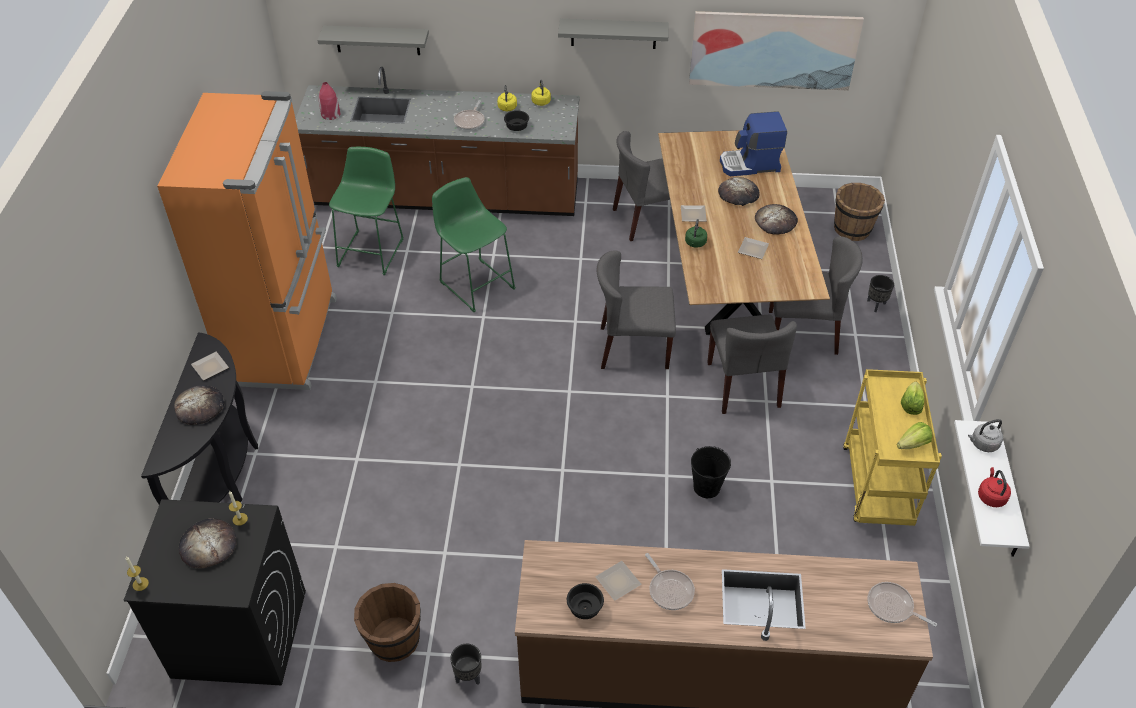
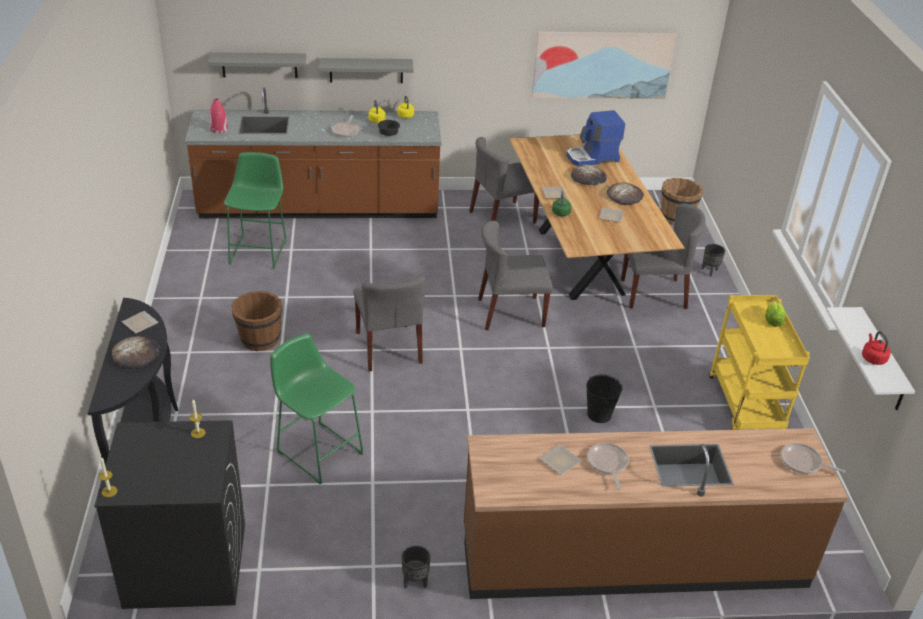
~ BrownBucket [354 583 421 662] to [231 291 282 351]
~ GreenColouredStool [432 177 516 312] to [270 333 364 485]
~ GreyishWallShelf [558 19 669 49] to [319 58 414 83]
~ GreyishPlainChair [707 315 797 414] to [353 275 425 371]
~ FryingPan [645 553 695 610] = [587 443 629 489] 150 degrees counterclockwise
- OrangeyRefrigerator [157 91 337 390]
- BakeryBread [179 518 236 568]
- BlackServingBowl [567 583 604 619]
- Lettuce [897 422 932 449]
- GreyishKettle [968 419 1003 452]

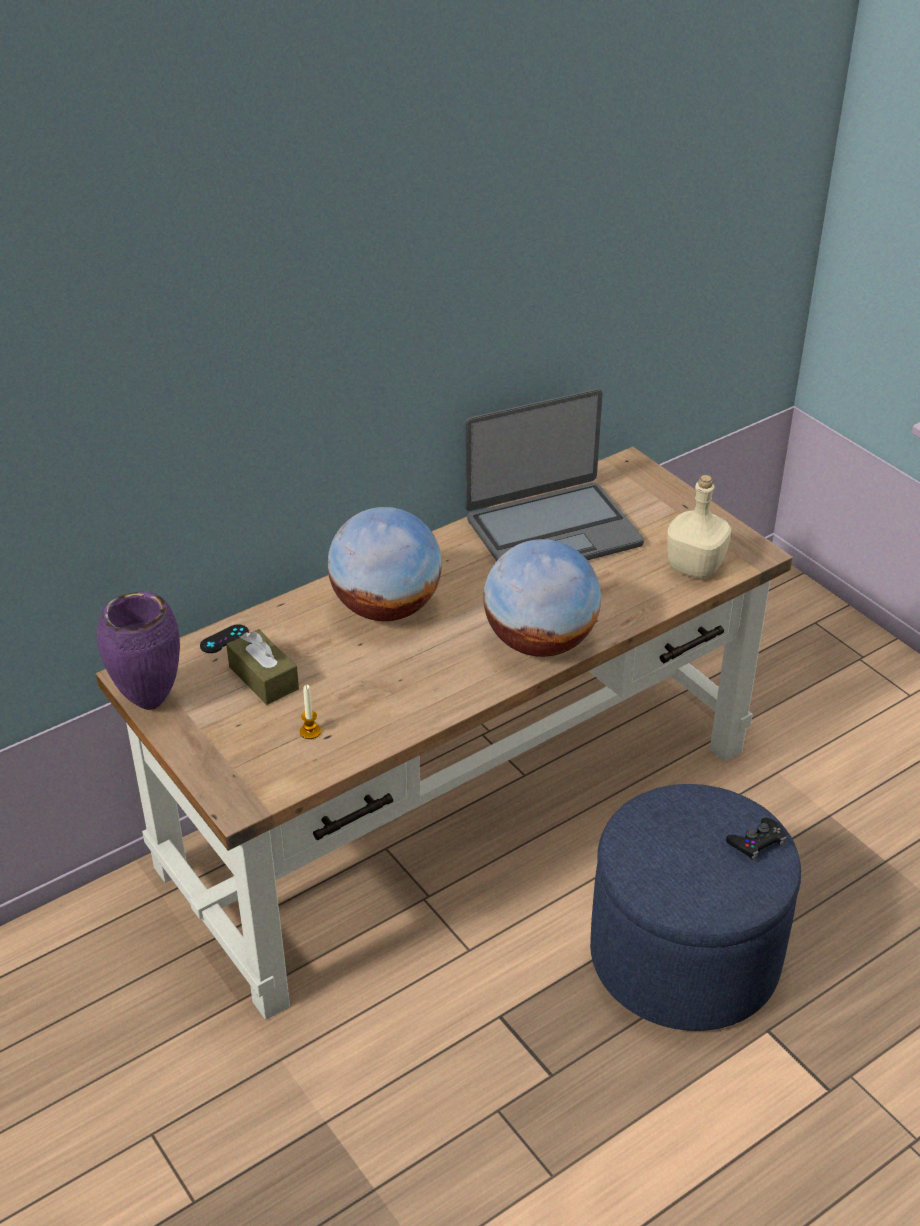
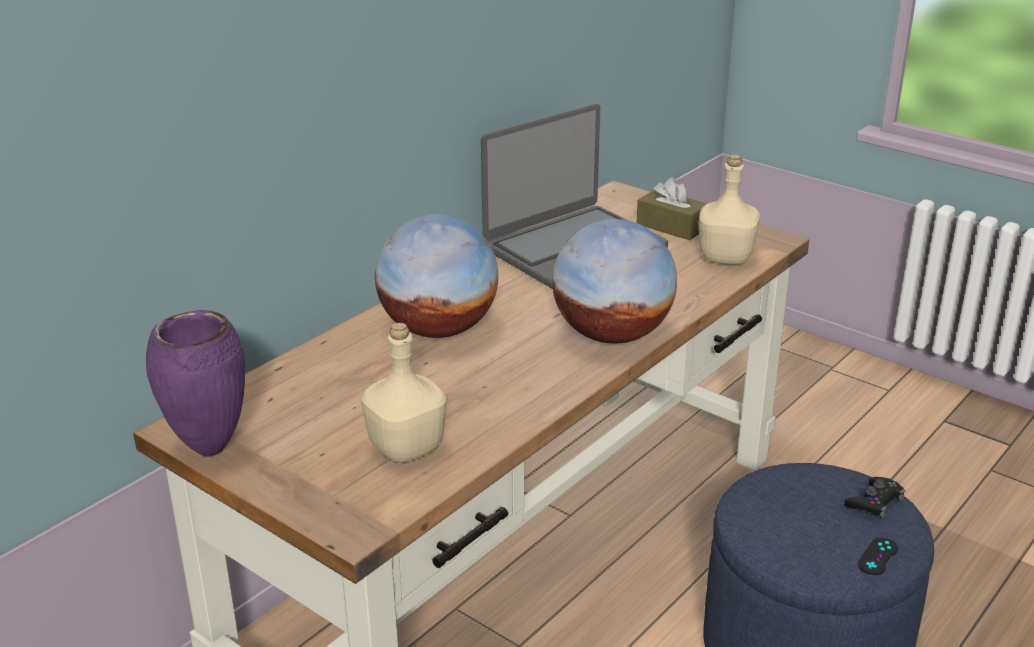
~ WaxCandle [300 685 321 739] to BeigeBottle [361 323 446 462]
~ BrownBoxOfTissues [226 629 299 705] to [637 177 707 240]
~ BlackGameController [200 624 249 653] to [858 538 898 575]

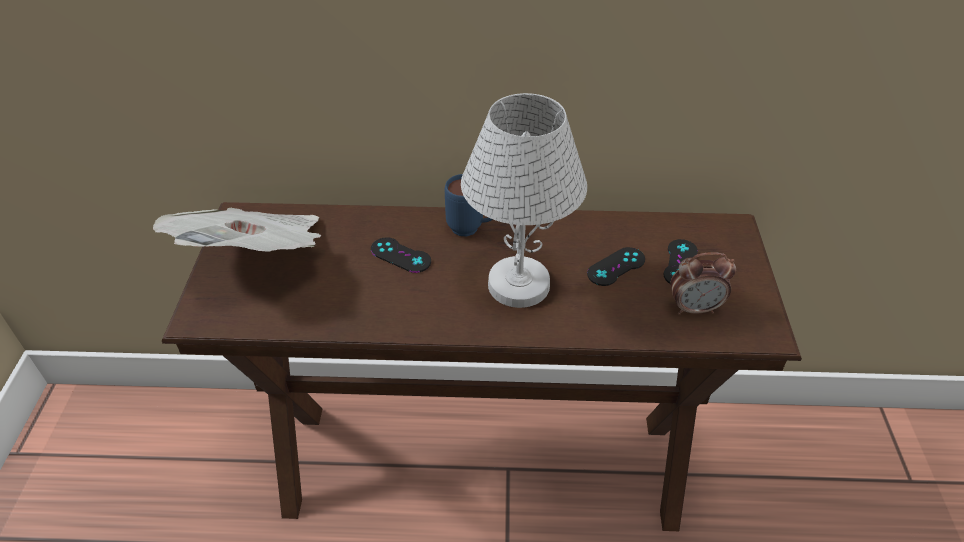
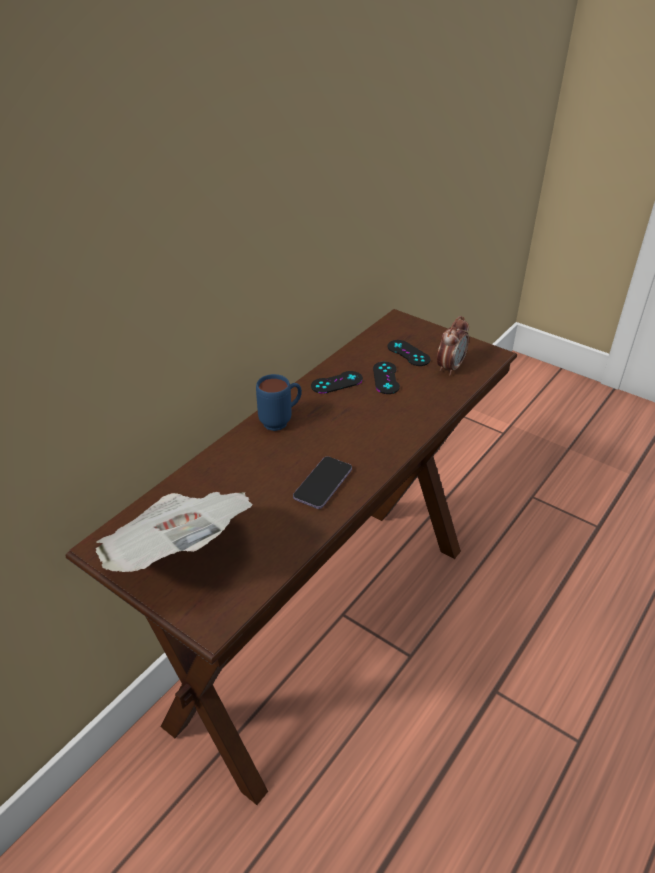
+ Phone [293 457 352 509]
~ BlackGameController [371 237 431 273] to [311 371 363 394]
- WhitishLampForATable [461 93 587 308]

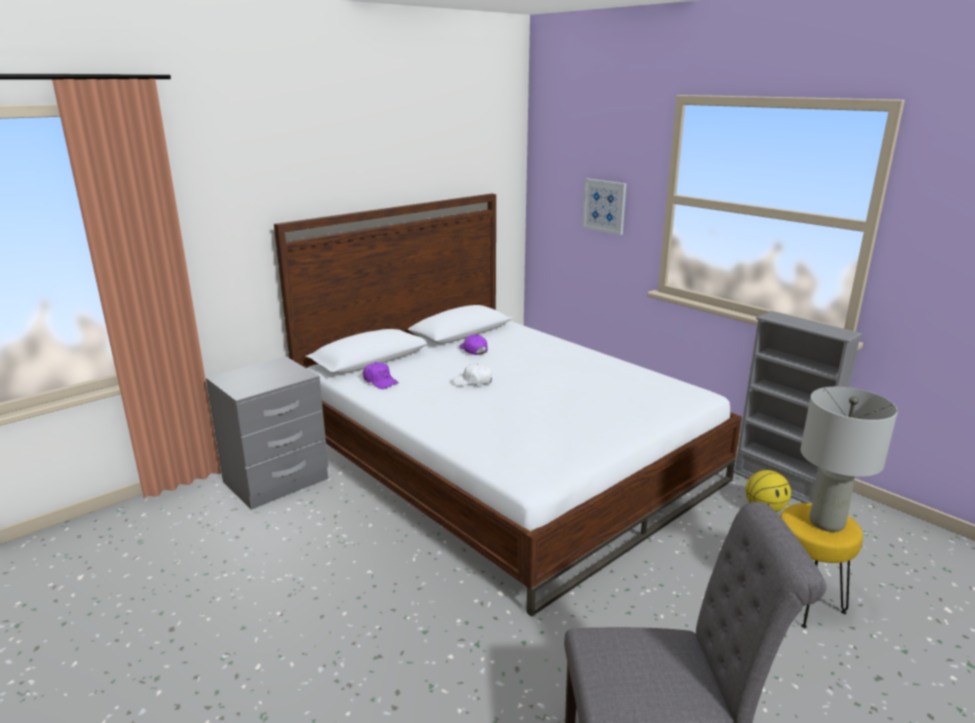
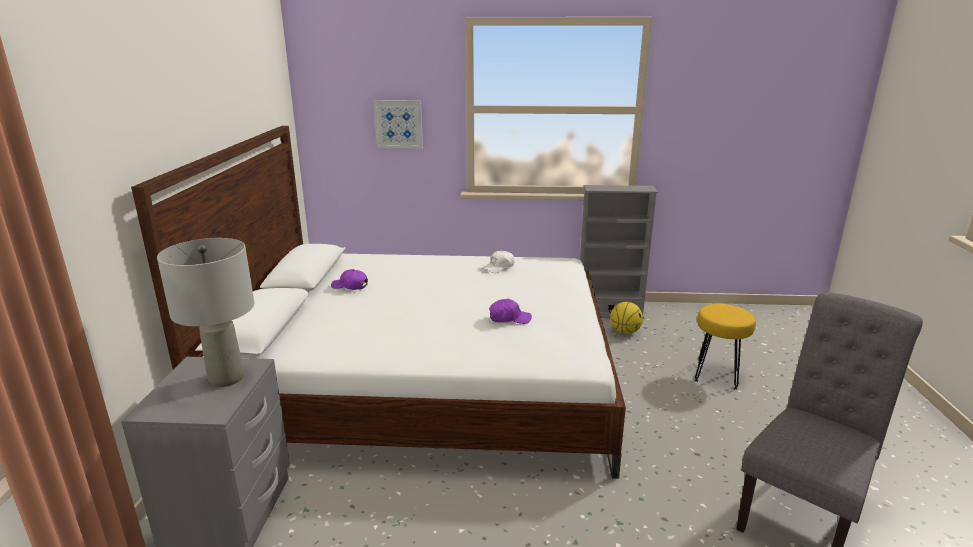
~ GreyishLampForATable [801 387 898 532] to [157 238 254 387]
~ WhitishCap [453 363 492 386] to [482 250 515 273]
~ PurpleColouredCap [363 362 399 389] to [489 299 532 324]

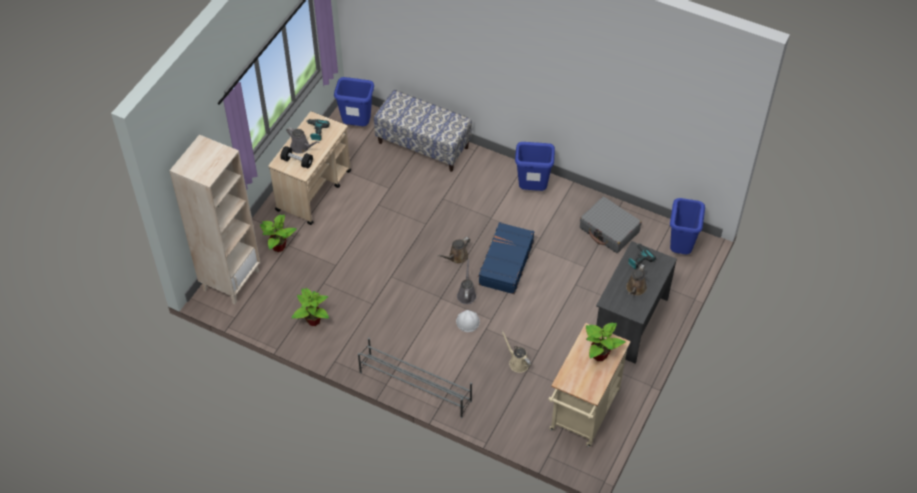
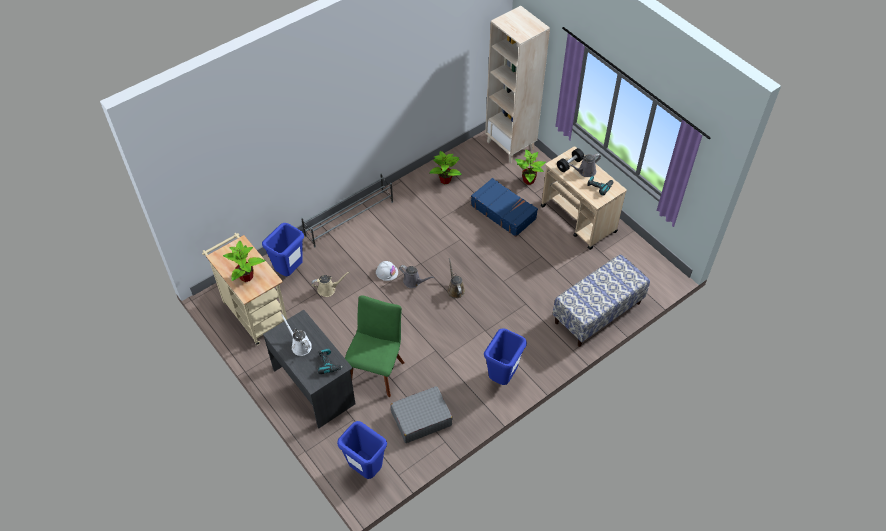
~ BluishRubbishBin [334 77 374 126] to [262 223 304 276]
~ BrownWateringPot [626 264 647 296] to WhitishWateringPot [281 314 312 356]
+ GreenColouredPlainChair [345 295 404 397]
~ BluishSuitcase [478 222 534 294] to [471 178 538 237]

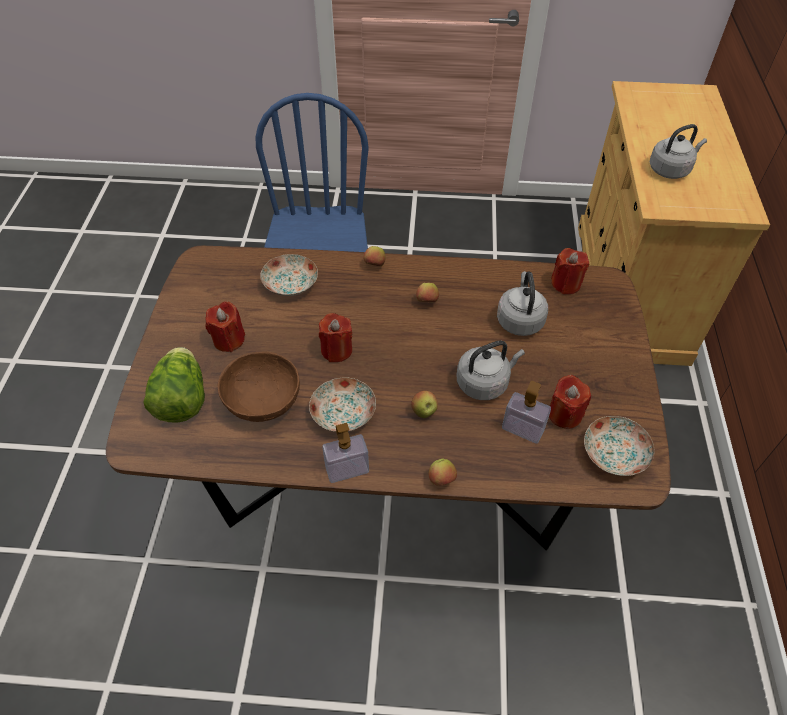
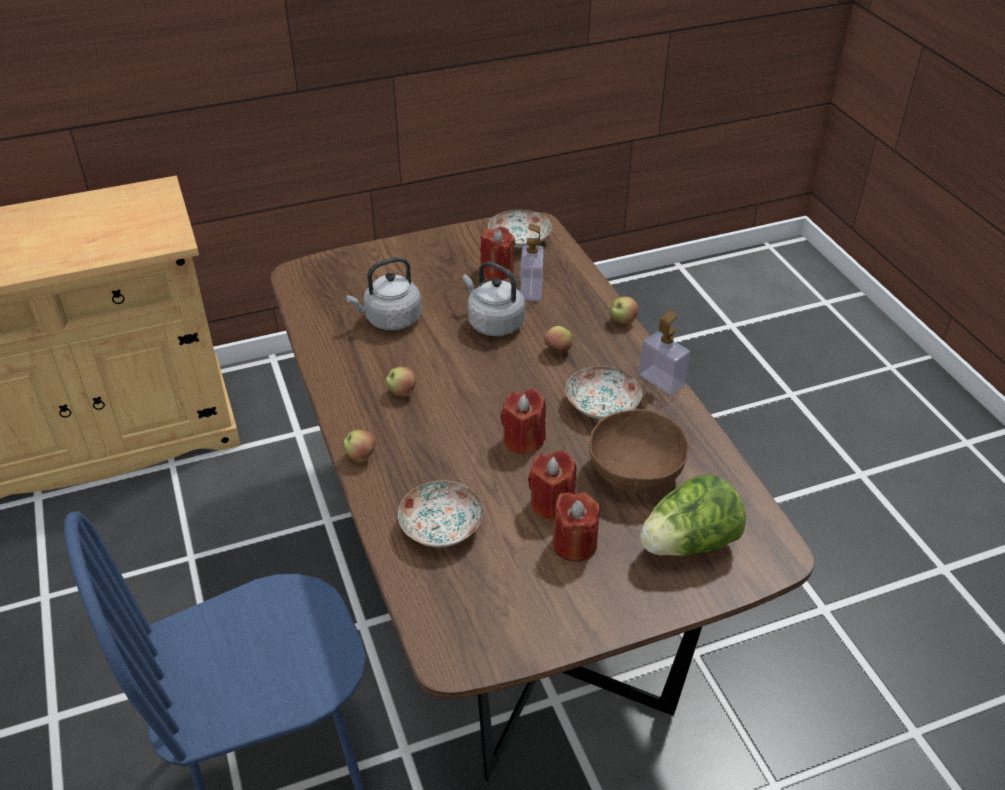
~ RedColouredWaxCandle [551 248 589 294] to [528 451 576 521]
- GreyishKettle [650 124 707 179]

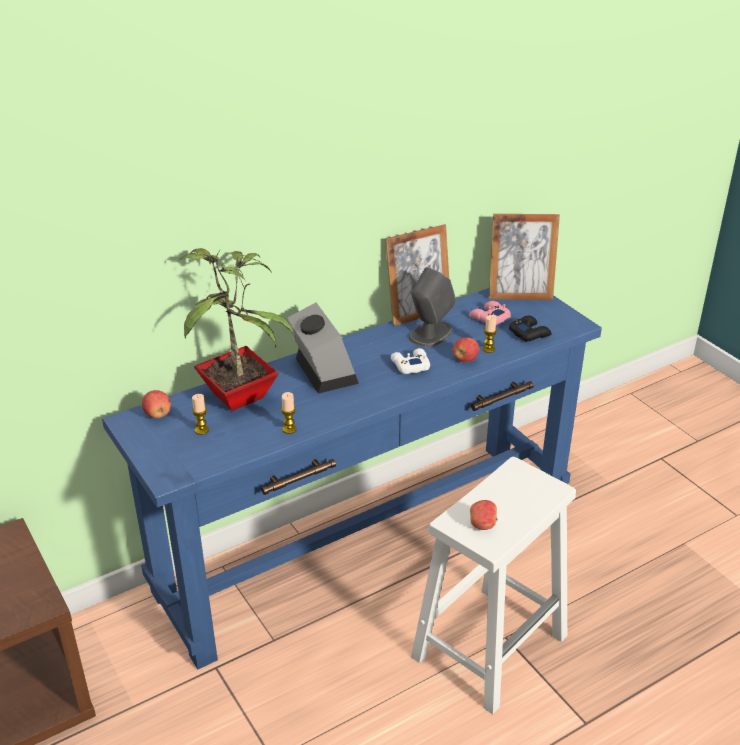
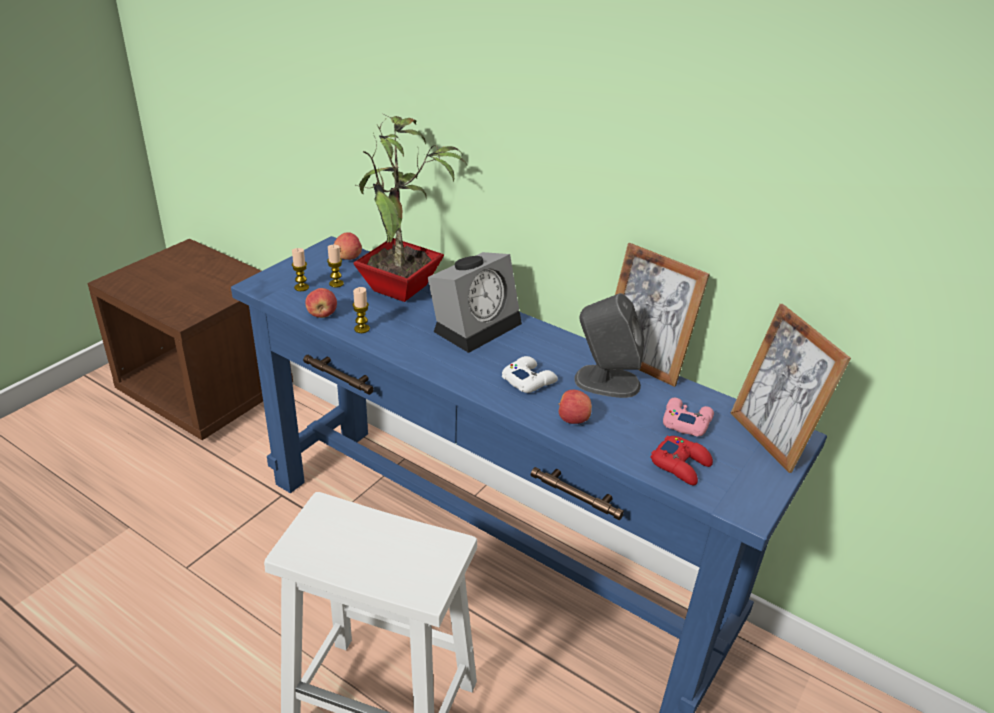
~ WaxCandle [482 315 497 353] to [292 248 309 291]
~ AppleFruit [470 500 498 530] to [305 288 337 318]
~ BlackGameController [509 316 552 341] to RedColouredGameController [650 435 713 485]

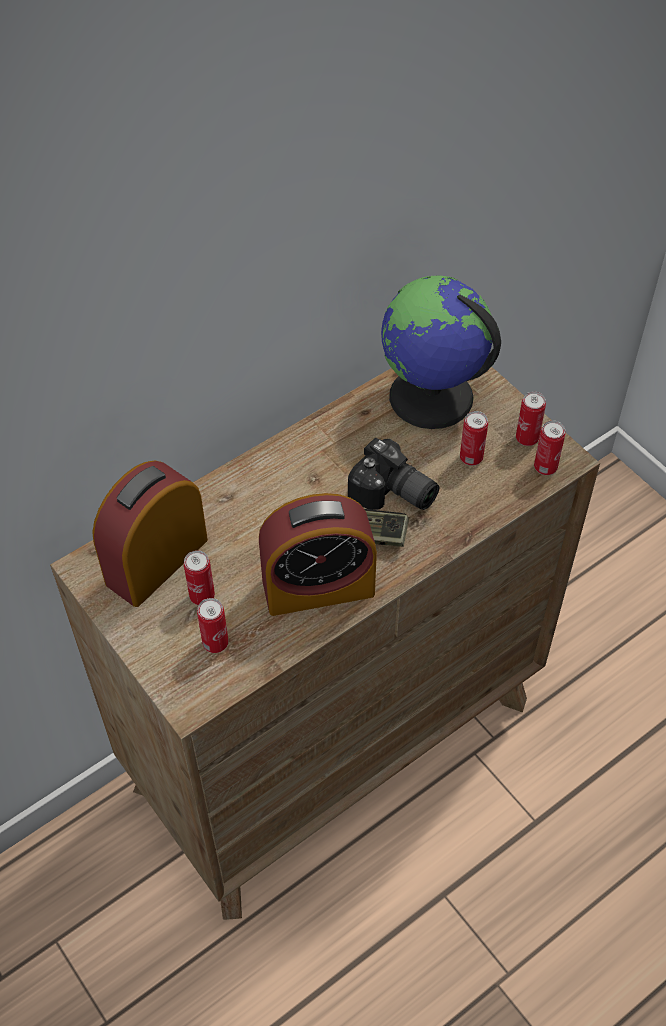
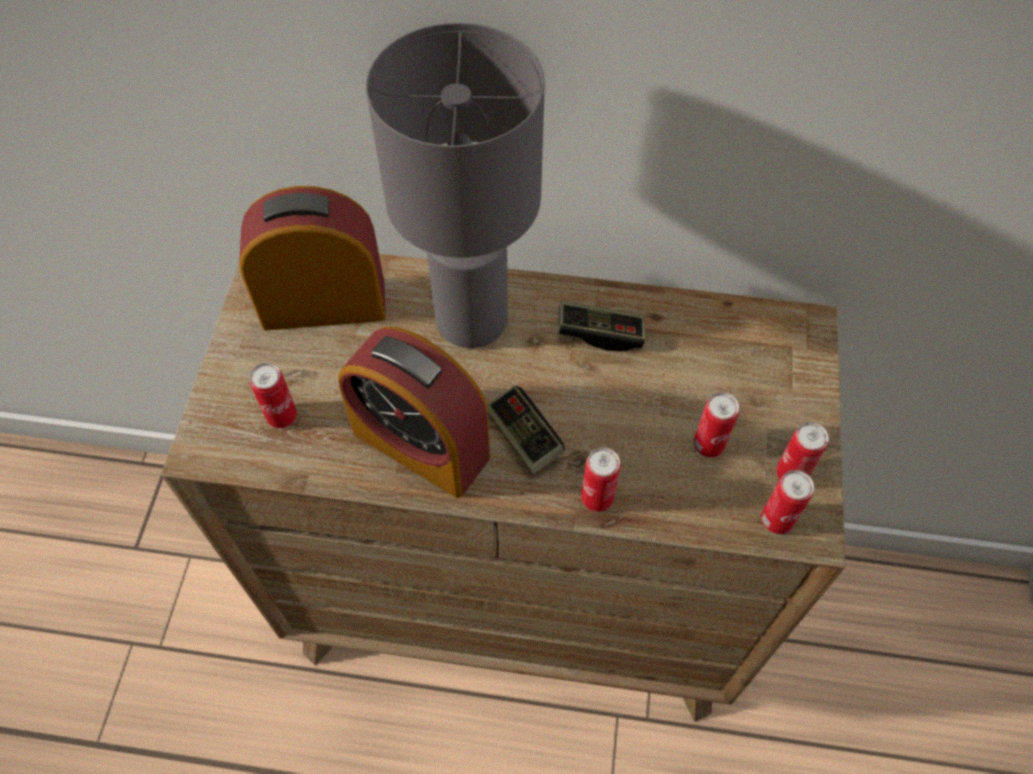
+ GreyishLampForATable [366 23 545 348]
+ GameController [558 301 645 352]
~ MetalCan [184 550 215 605] to [581 447 621 512]
- PhotoCamera [348 437 439 510]
- DeskGlobe [381 275 501 429]

